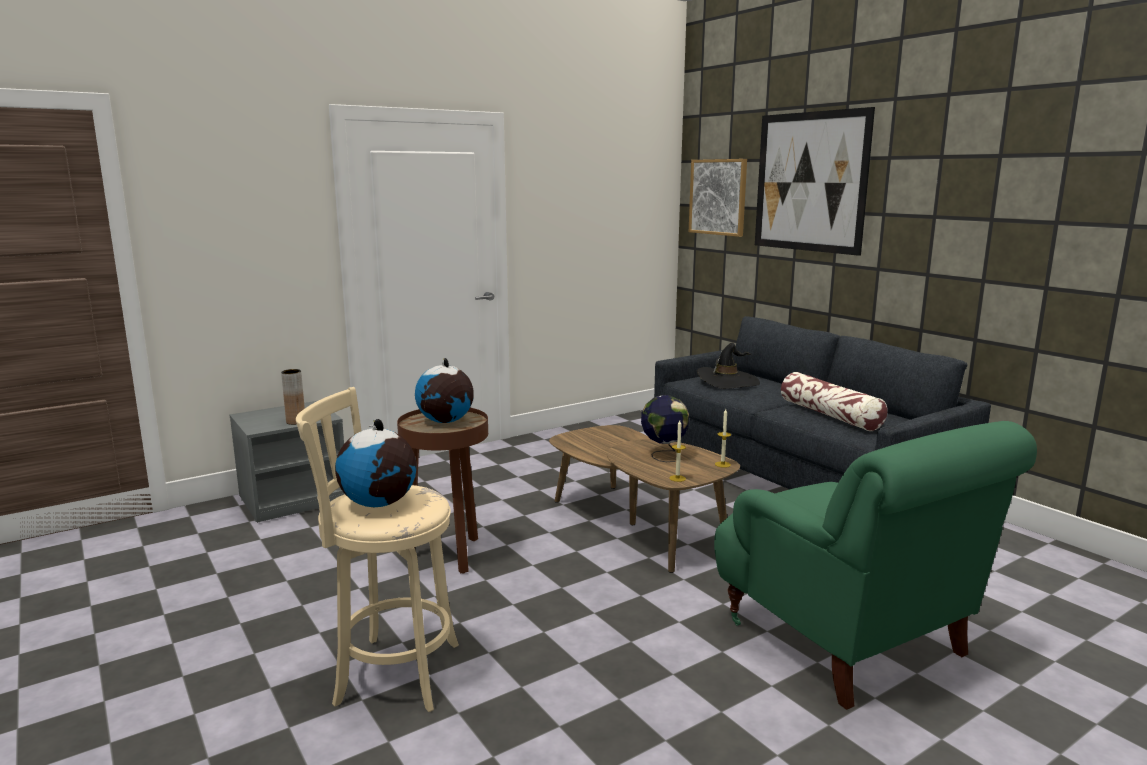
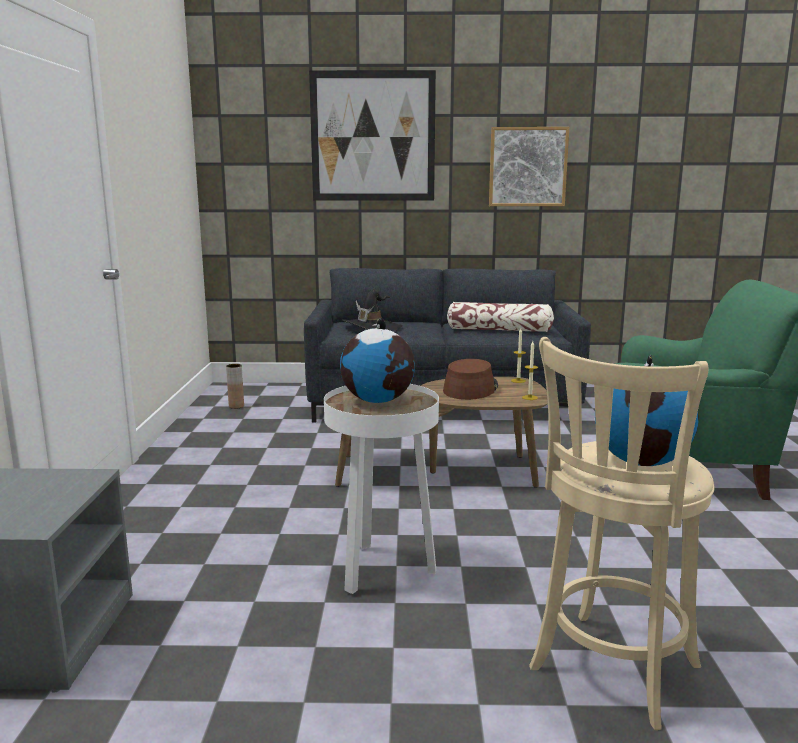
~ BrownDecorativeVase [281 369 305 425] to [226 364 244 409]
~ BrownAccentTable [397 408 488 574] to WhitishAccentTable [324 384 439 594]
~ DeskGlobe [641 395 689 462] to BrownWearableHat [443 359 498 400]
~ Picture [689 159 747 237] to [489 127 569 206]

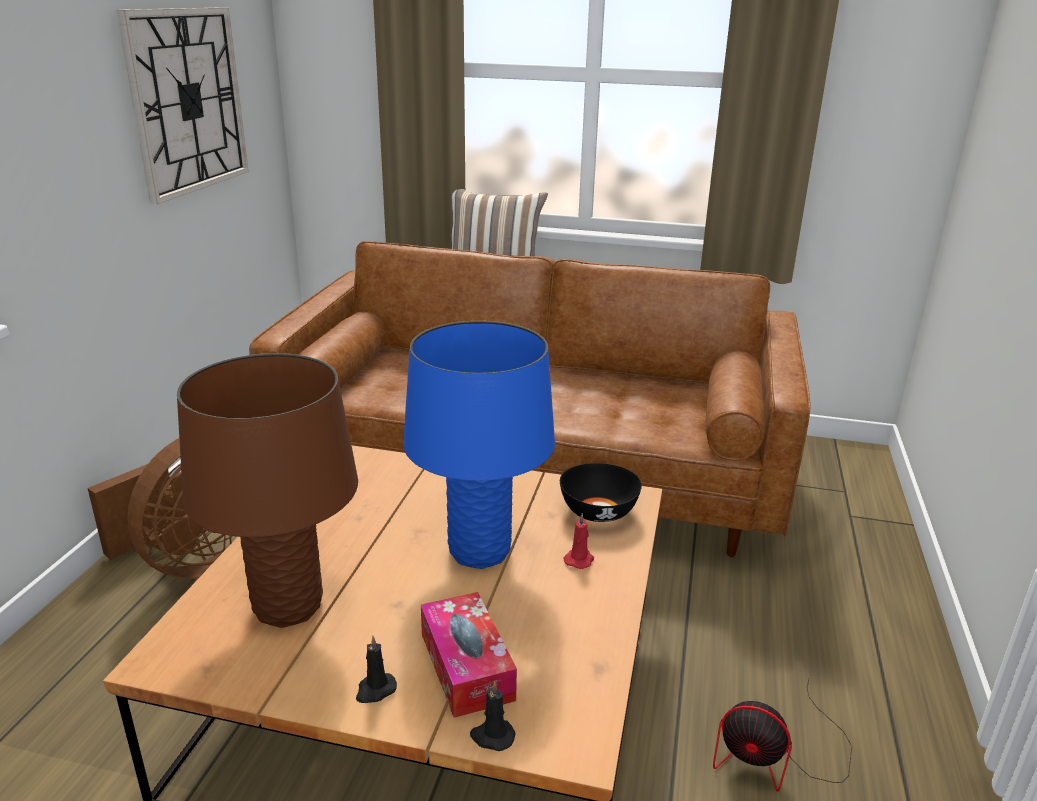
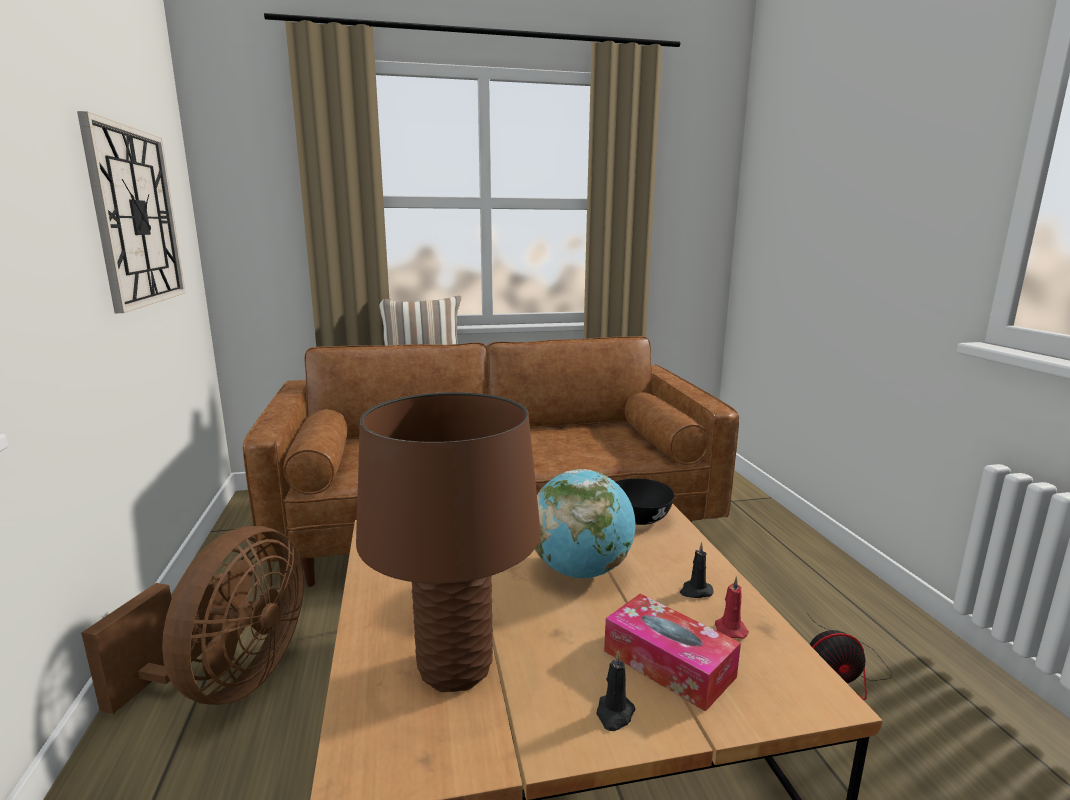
~ BluishLampForATable [403 321 555 569] to DeskGlobe [535 469 635 578]
~ BlackWaxCandle [470 681 516 751] to [680 542 714 598]
~ RedColouredWaxCandle [564 513 594 569] to [715 576 749 639]

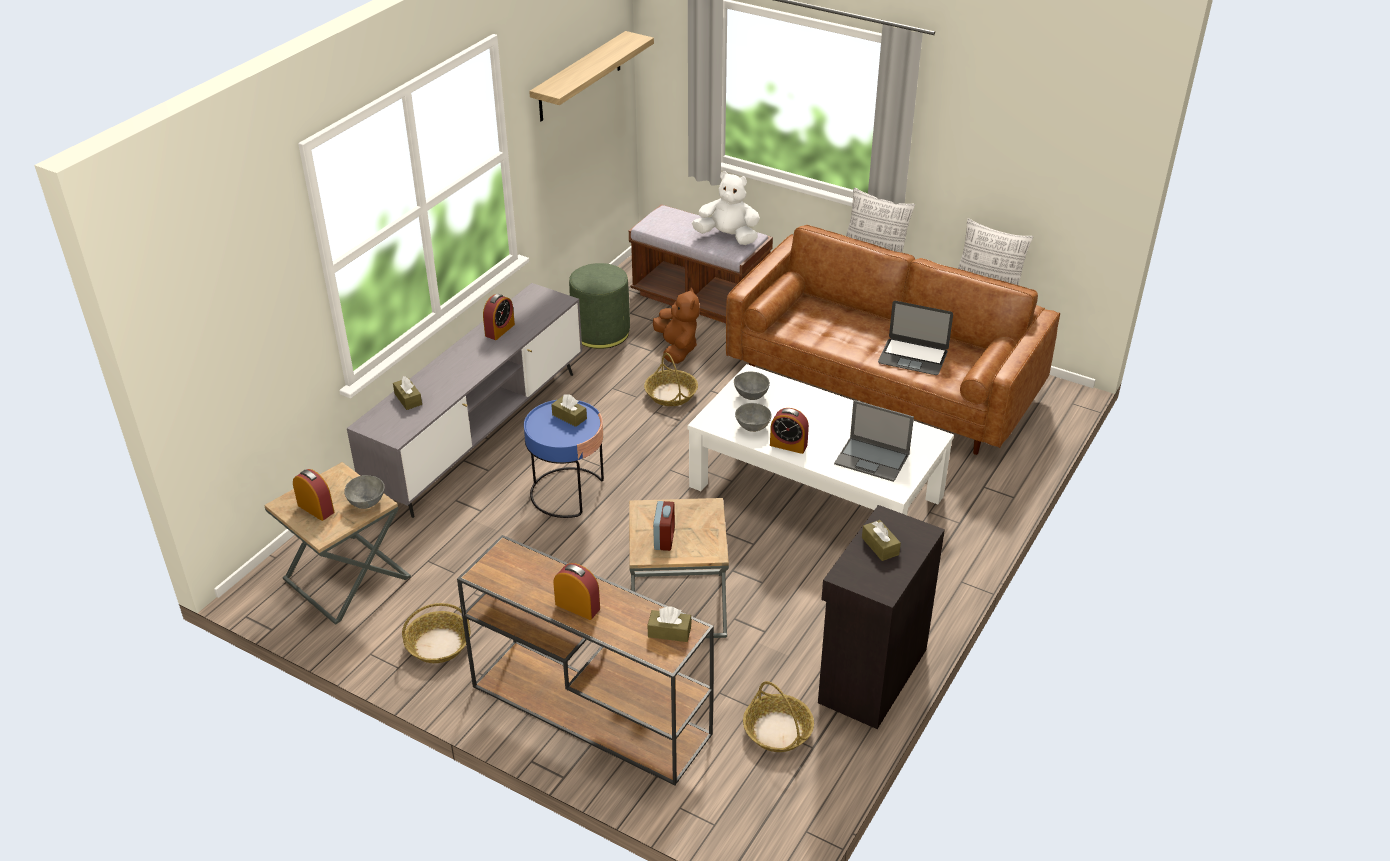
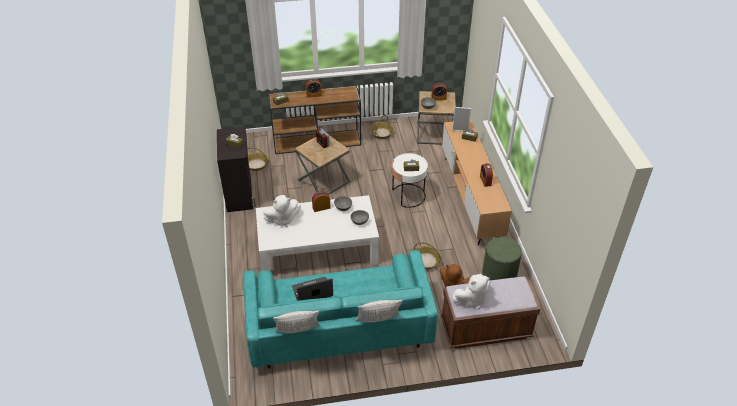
~ BrownSettee [726 225 1060 455] to BlueGreenSettee [243 250 438 369]
~ PortableComputer [834 400 914 482] to WhitishSoftToy [263 195 301 227]
~ BluishAccentTable [524 400 604 518] to WhitishAccentTable [392 153 428 208]
~ GreyishTvUnit [347 283 582 518] to BrownTvUnit [442 120 512 245]
+ PictureFrame [452 107 471 132]
- WallShelf [529 31 654 122]

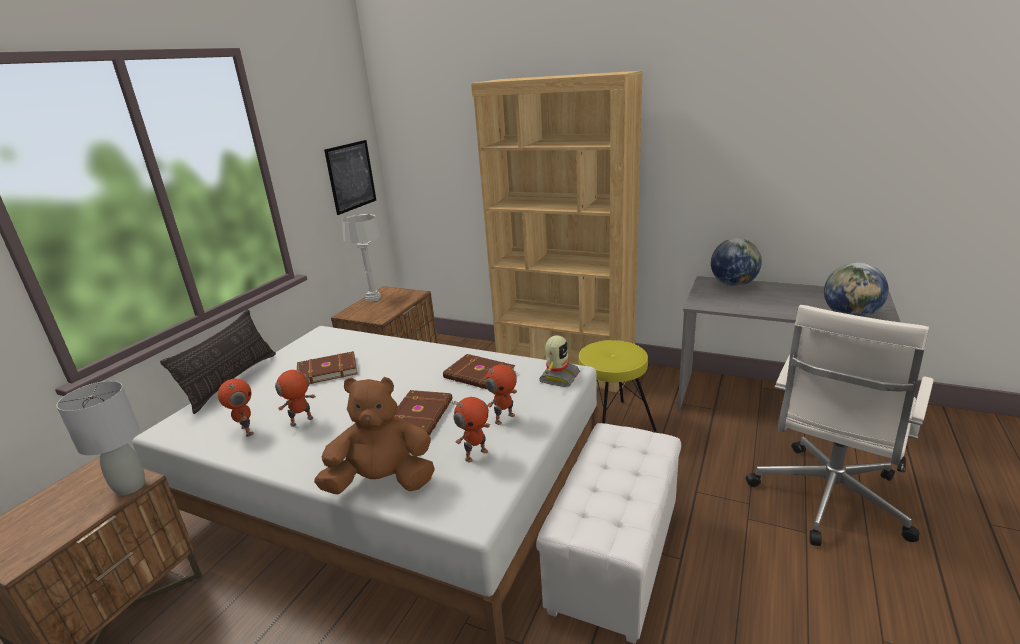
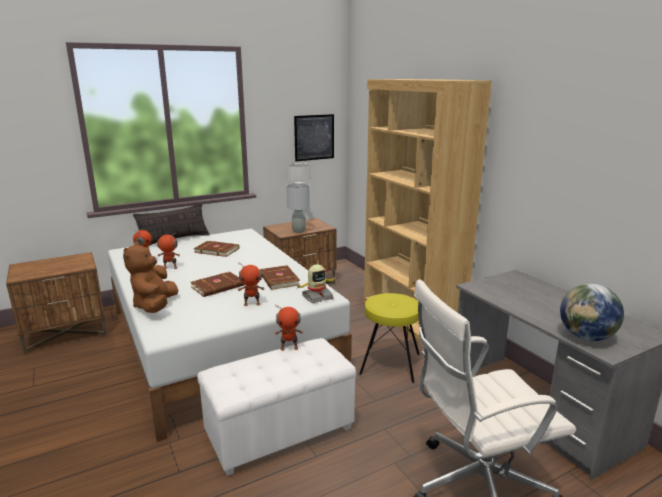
~ BrownSoftToy [314 377 435 494] = [123 242 178 313] 120 degrees counterclockwise
~ ToyRobot [452 397 490 463] to [274 305 303 351]
~ GreyishLampForATable [56 381 145 495] to [286 183 310 233]
- DeskGlobe [711 238 762 286]

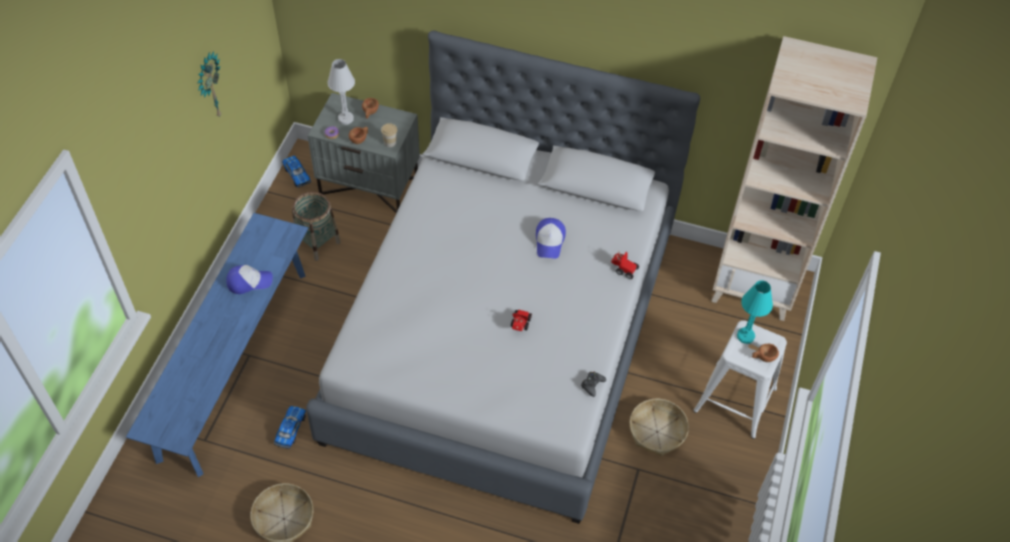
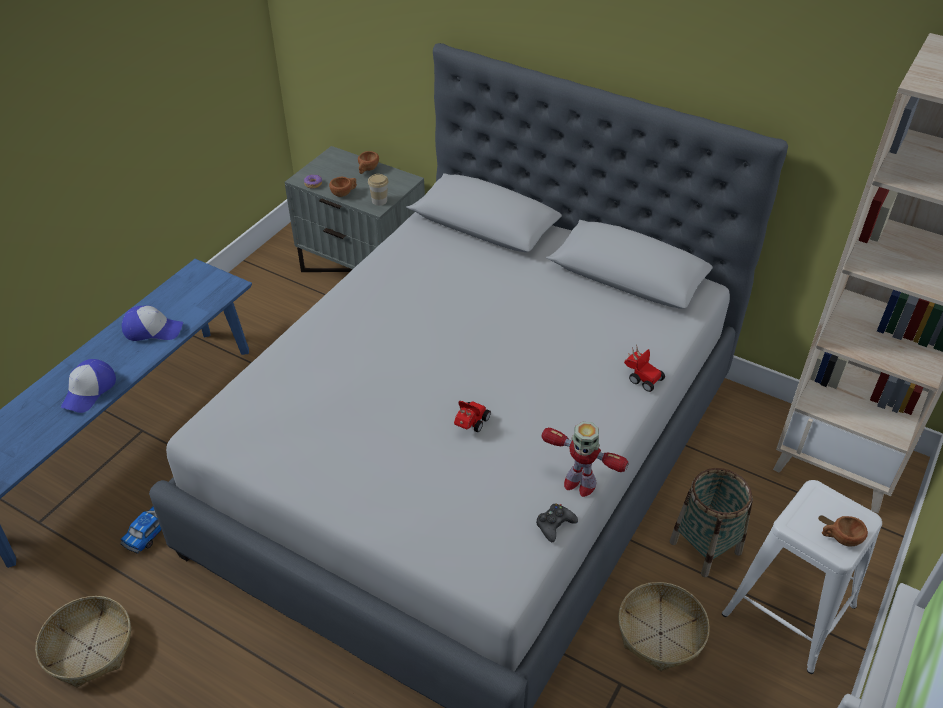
~ Cap [536 218 566 259] to [61 359 116 413]
+ ToyRobot [541 422 629 497]
~ Basket [292 192 341 261] to [670 468 753 577]
- HangingClock [198 51 222 117]
- ModelCar [282 156 311 188]
- WhitishLampForATable [328 59 355 125]
- BlueGreenLampForATable [737 280 773 344]

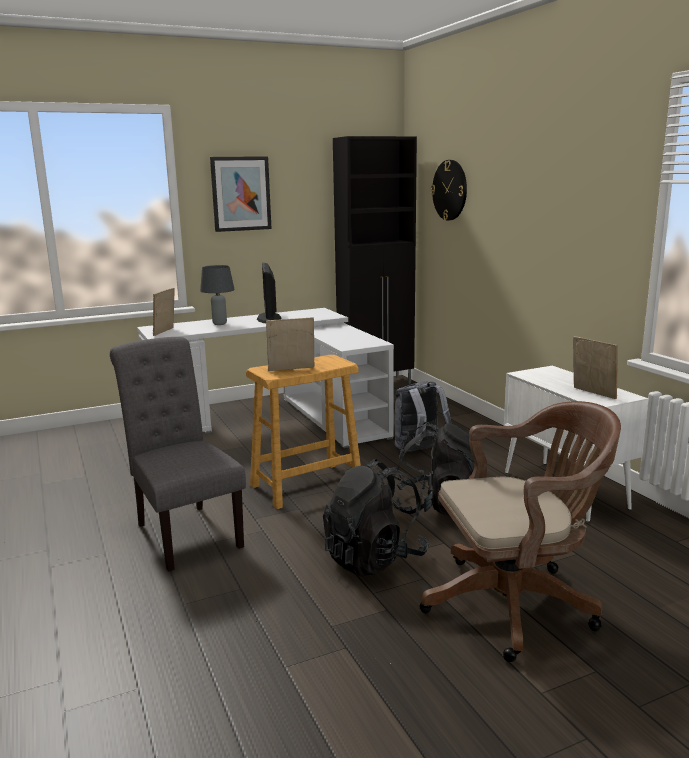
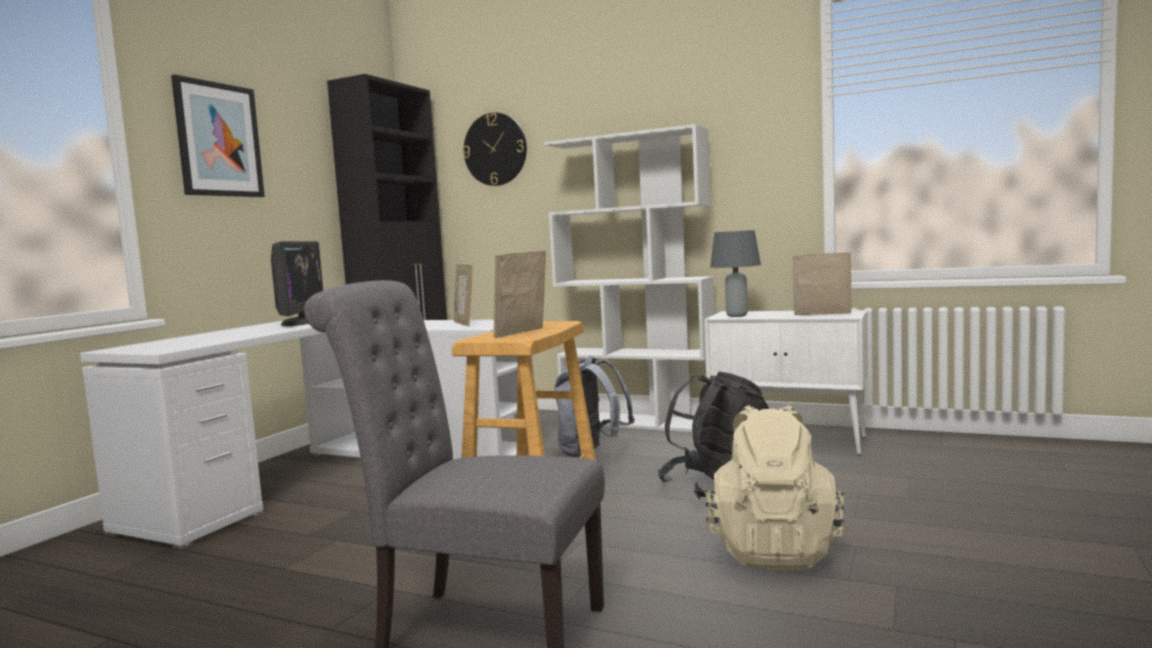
~ Monitor [257 263 281 323] = [271 241 323 326] 135 degrees counterclockwise
~ PictureFrame [153 288 174 336] to [454 264 473 326]
+ WhitishShelvingUnit [544 124 714 432]
~ BlackKnapsack [323 459 429 577] to BeigeKnapsack [705 405 845 571]
~ GreyishLampForATable [200 265 235 325] to [710 230 761 317]
- BrownDeskChair [420 401 621 662]

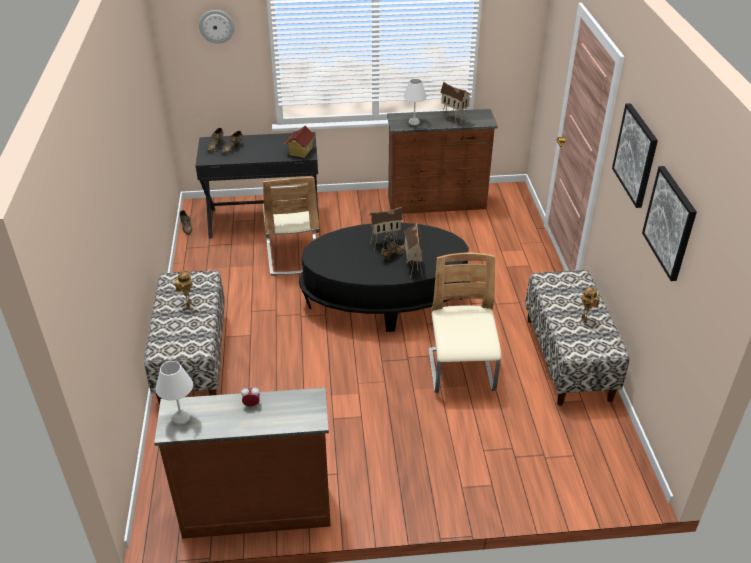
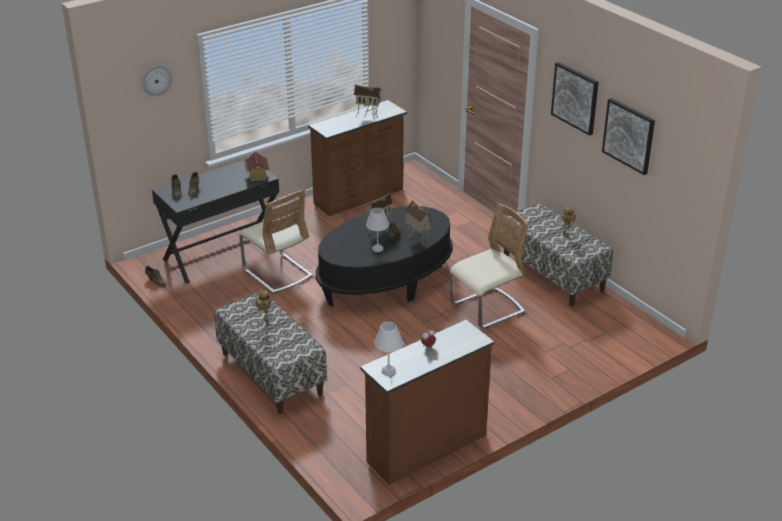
~ WhitishLampForATable [403 79 427 125] to [366 208 389 252]
~ BeigePlainChair [429 253 501 393] = [450 203 528 328] 90 degrees clockwise

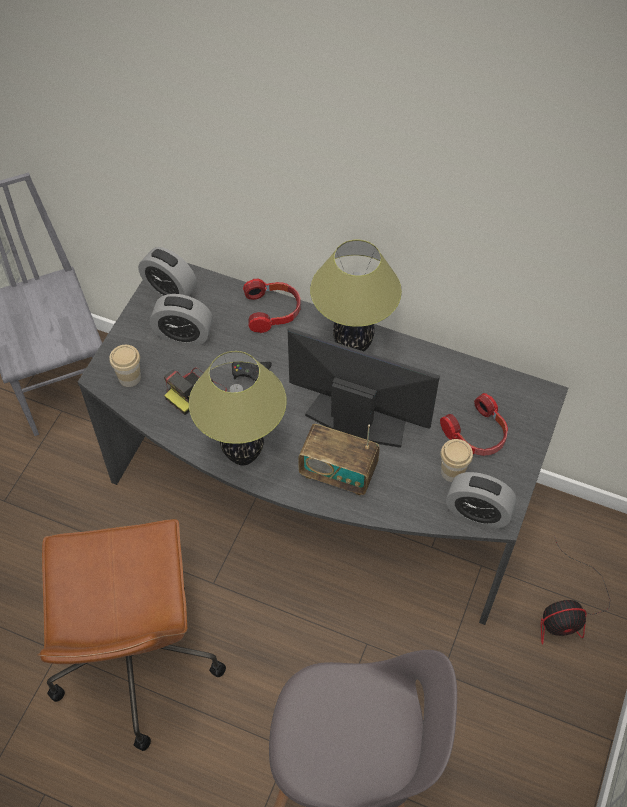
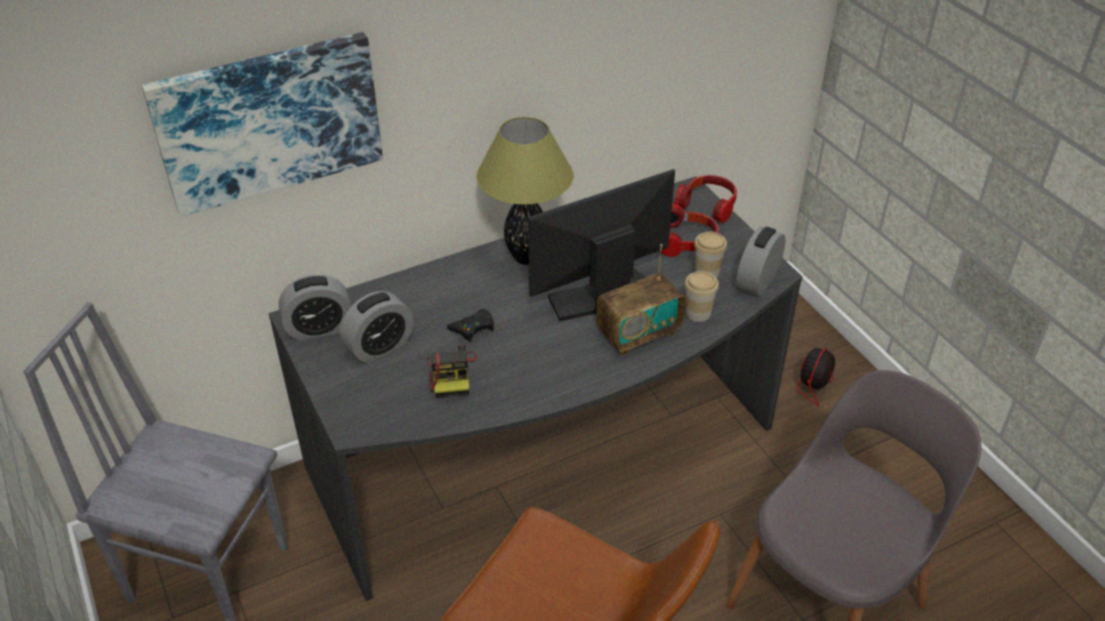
+ Picture [141 32 383 217]
~ Headphones [243 279 300 333] to [675 175 737 223]
~ SmallCup [109 345 141 387] to [685 271 719 322]
~ AlarmClock [446 472 517 529] = [736 227 785 296] 150 degrees clockwise
- LampForATable [189 351 287 465]

